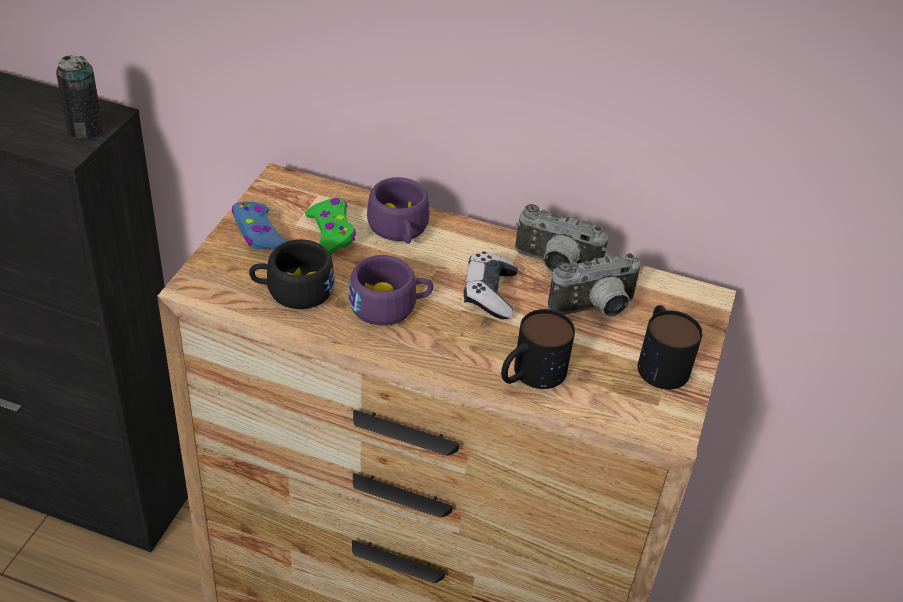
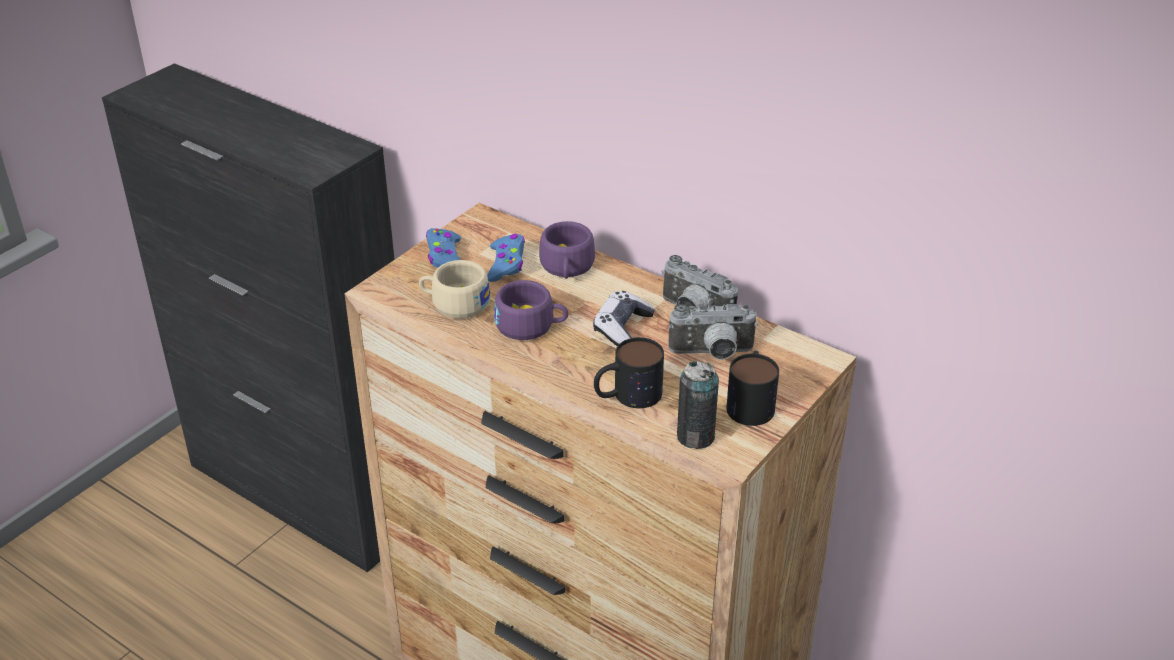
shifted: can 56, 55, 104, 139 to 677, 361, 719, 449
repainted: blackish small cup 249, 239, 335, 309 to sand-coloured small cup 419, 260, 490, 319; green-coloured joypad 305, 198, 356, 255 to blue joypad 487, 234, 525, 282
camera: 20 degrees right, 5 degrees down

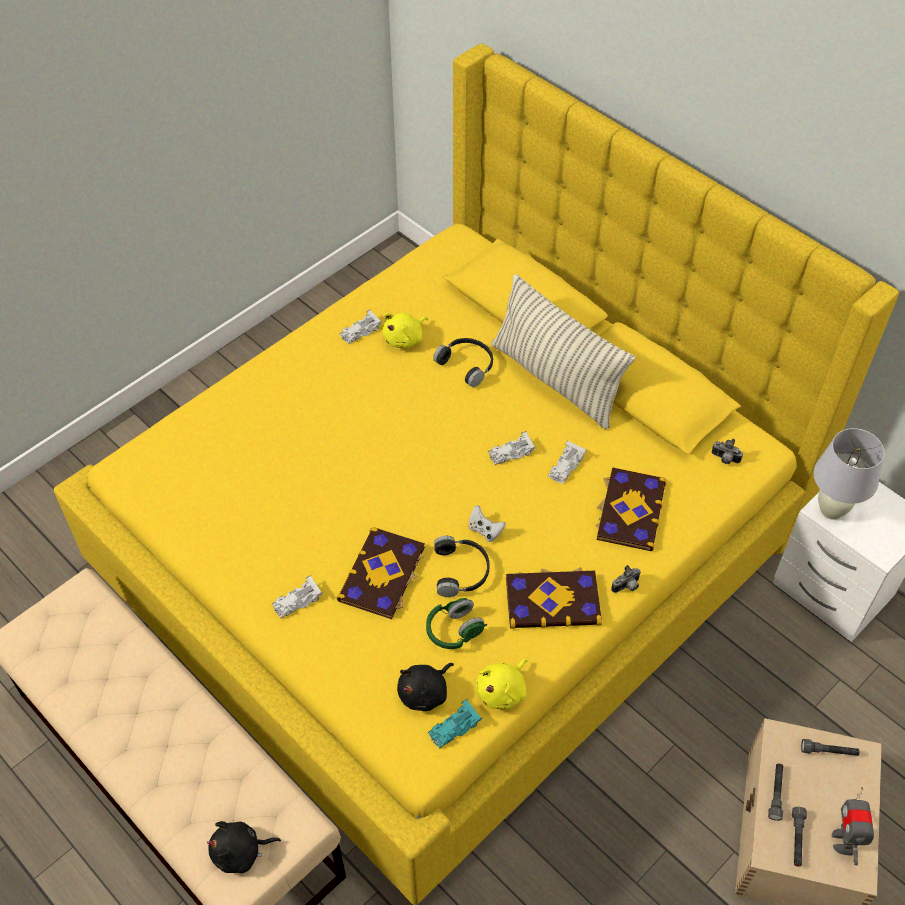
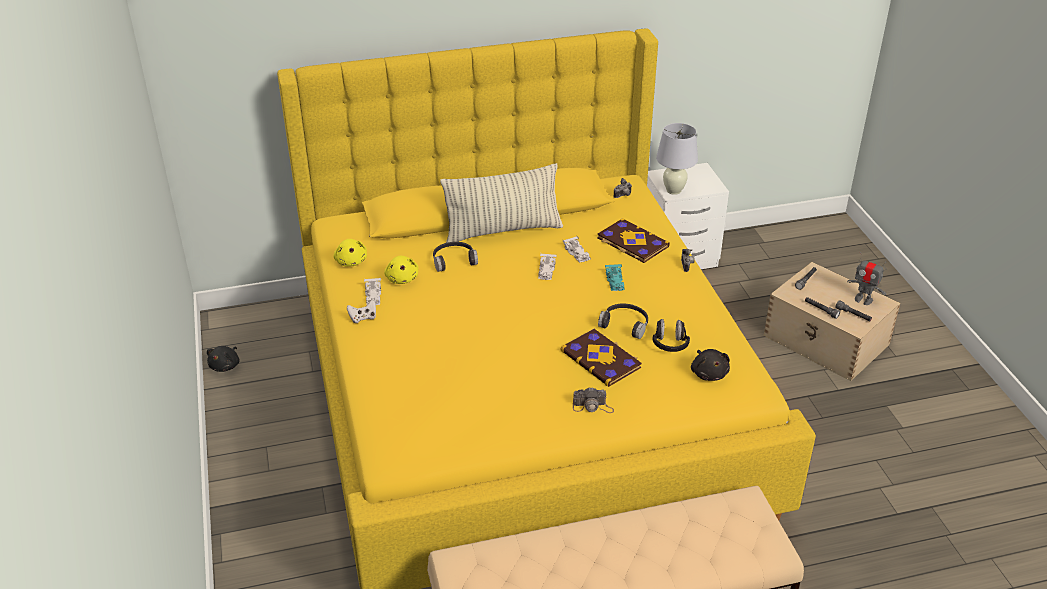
gone: bound book 506, 568, 602, 629
shifted: blackish plush toy 207, 821, 281, 873 to 207, 346, 240, 372; turquoise-coloured toy car 428, 699, 482, 749 to 605, 264, 625, 291; white joypad 468, 505, 506, 542 to 347, 299, 376, 323; yellowish plush toy 476, 659, 528, 709 to 333, 239, 367, 266
swapped: white toy car 272, 575, 322, 618 to still camera 573, 388, 614, 413
repainted: green-coloured headphones 426, 598, 487, 649 to blackish headphones 652, 319, 690, 352
camera: 60 degrees left, 15 degrees down

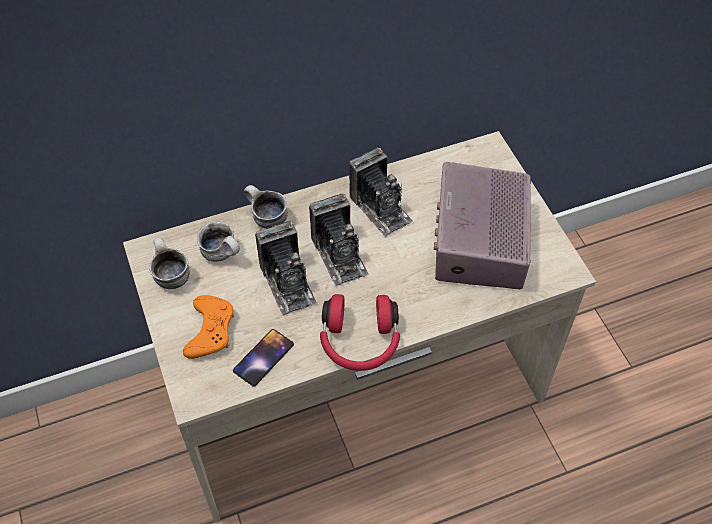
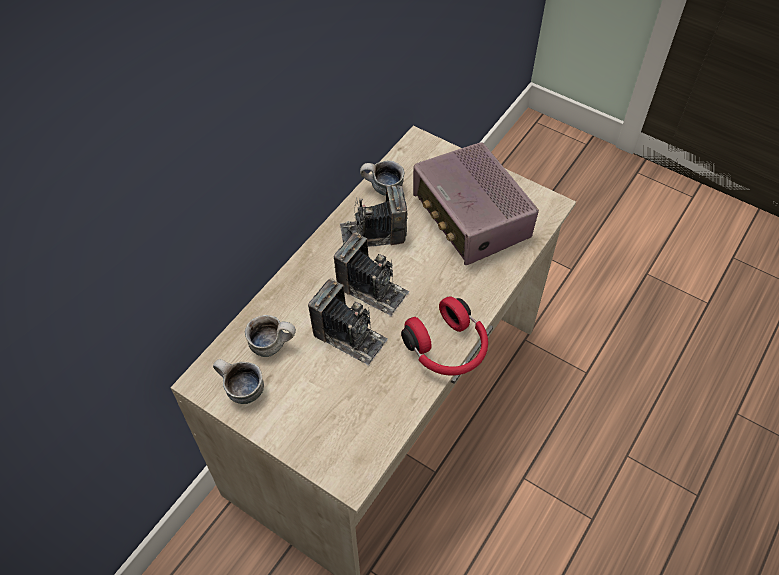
gone: orange joypad 183, 295, 234, 359; handset 233, 329, 294, 387
shifted: tea mug 244, 185, 288, 229 to 360, 161, 404, 196
rotated: still camera 349, 148, 413, 237 = 340, 185, 408, 247 150 degrees clockwise
camera: 35 degrees left, 0 degrees up

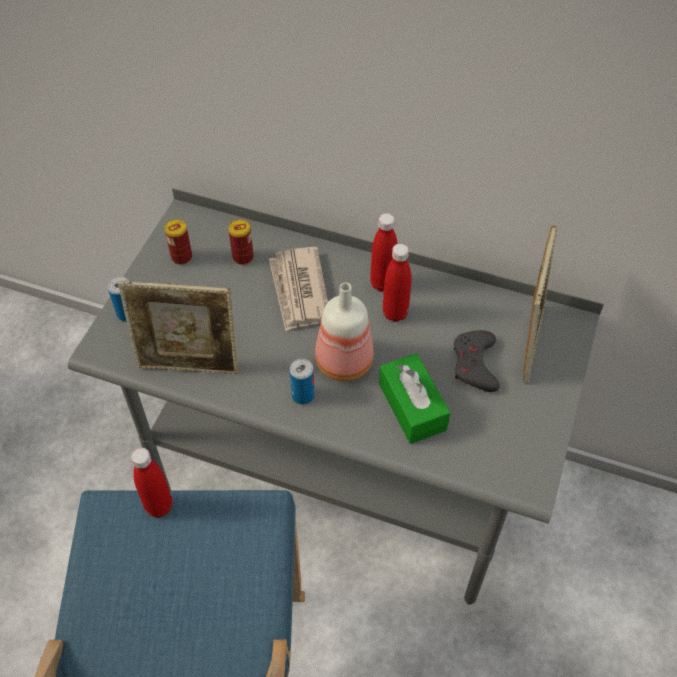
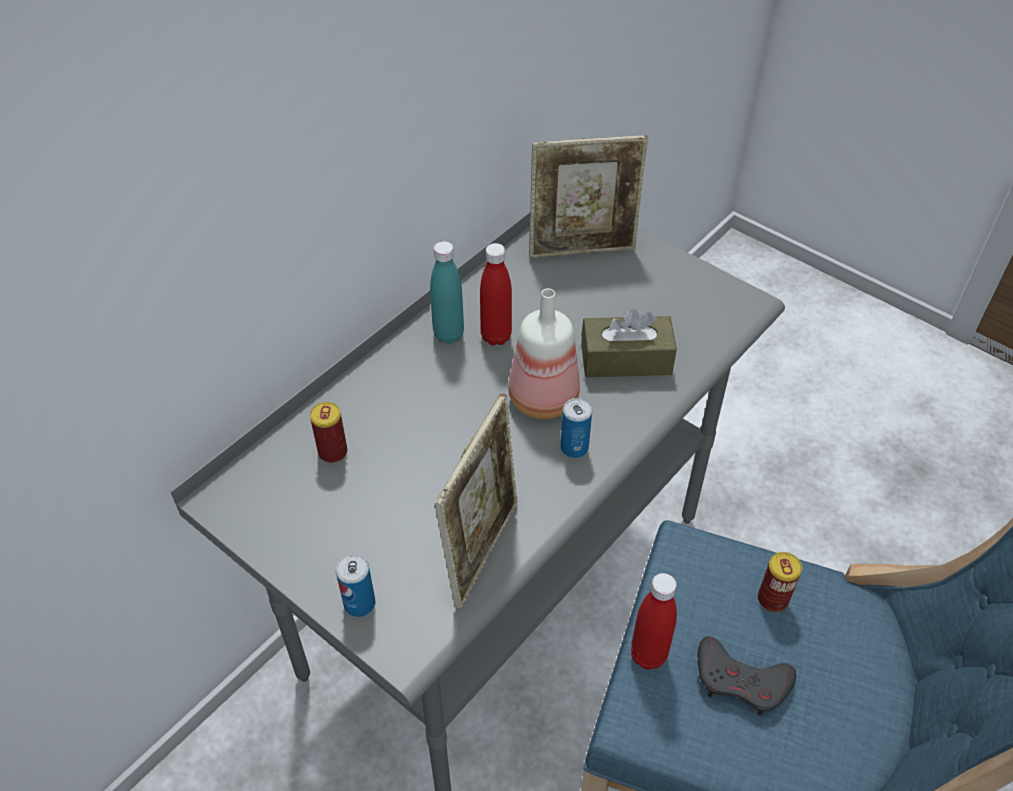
gone: newspaper 269, 247, 328, 331
shifted: can 164, 219, 192, 265 to 758, 552, 802, 612; greyish joypad 454, 330, 500, 392 to 698, 636, 796, 716
repainted: red-coloured bottle 370, 213, 398, 292 to turquoise-coloured bottle 430, 241, 464, 344; green-coloured tissue box 379, 353, 450, 444 to brown-coloured tissue box 581, 309, 677, 377
rotated: photo frame 523, 226, 557, 384 = 529, 135, 649, 258 135 degrees clockwise
camera: 70 degrees left, 5 degrees down

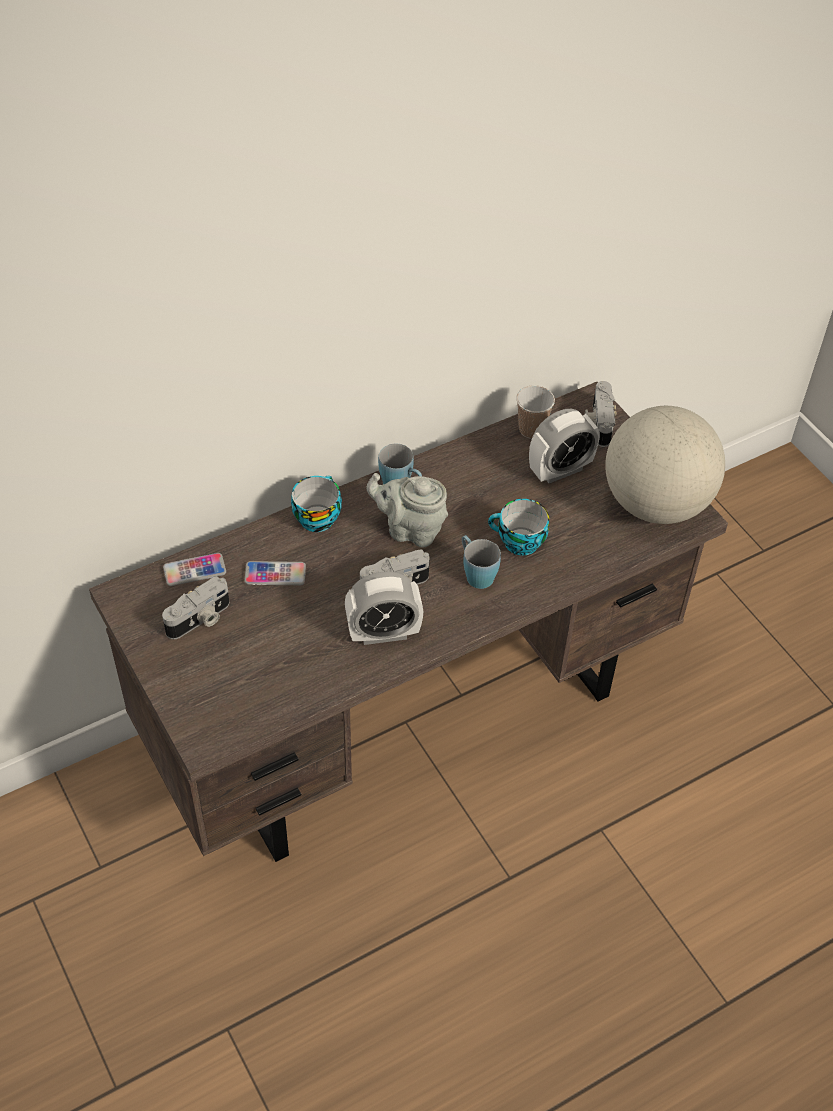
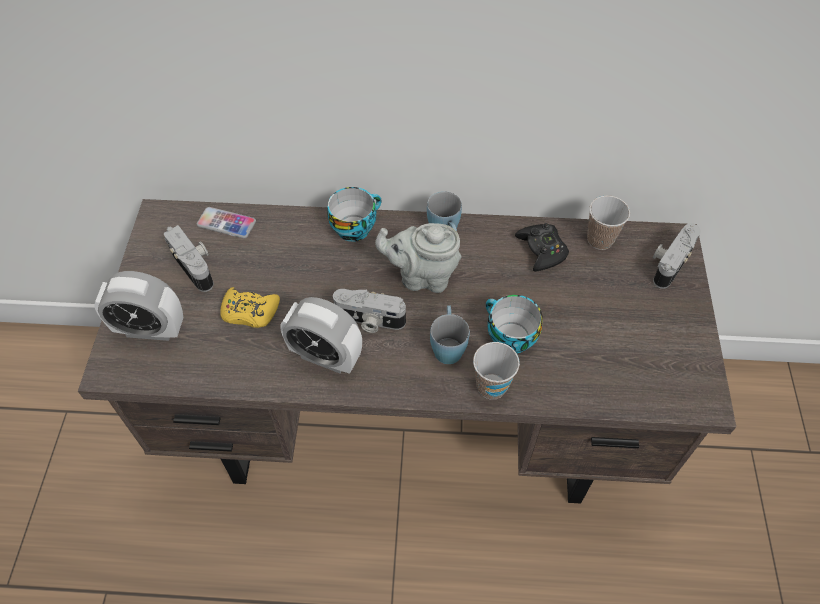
gone: handset 244, 561, 306, 585; desk globe 605, 406, 725, 524
new: yellowish joypad 220, 287, 280, 328; small cup 473, 342, 520, 400; blackish joypad 515, 223, 569, 272
shifted: alarm clock 529, 409, 600, 483 to 94, 271, 183, 341
rotated: still camera 162, 576, 229, 639 = 164, 225, 214, 292 120 degrees counterclockwise; greyish tea pot 366, 473, 448, 548 = 375, 223, 461, 293 45 degrees counterclockwise
camera: 35 degrees right, 5 degrees up

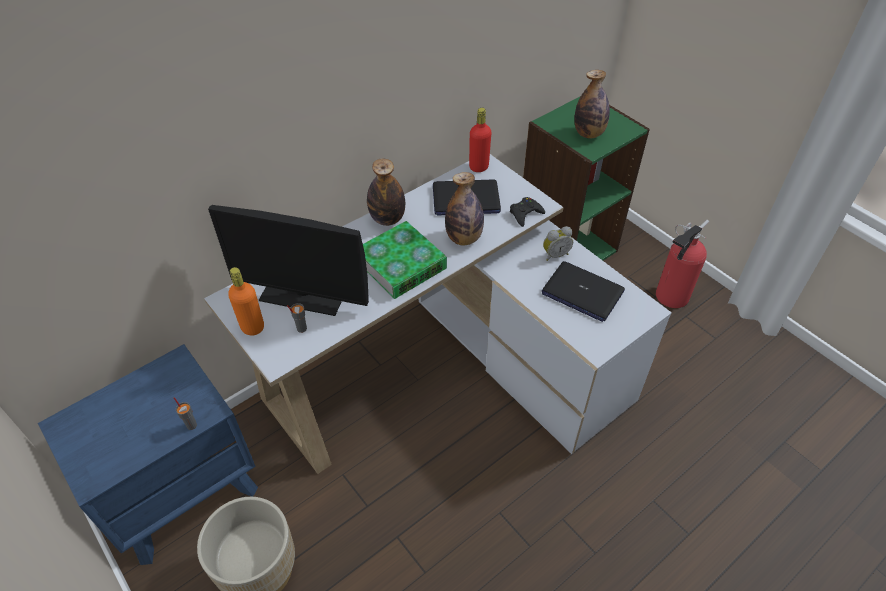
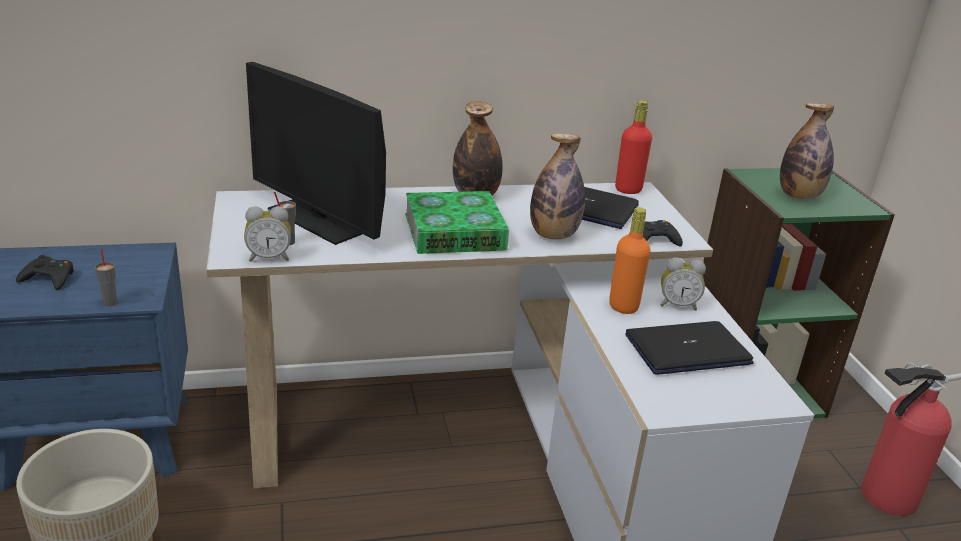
new: blackish joypad 16, 255, 74, 290; alarm clock 244, 206, 291, 262
shifted: orange bottle 228, 267, 264, 336 to 609, 207, 651, 314
rotated: portable computer 542, 261, 625, 322 = 625, 321, 754, 375 105 degrees clockwise
camera: 25 degrees right, 20 degrees down

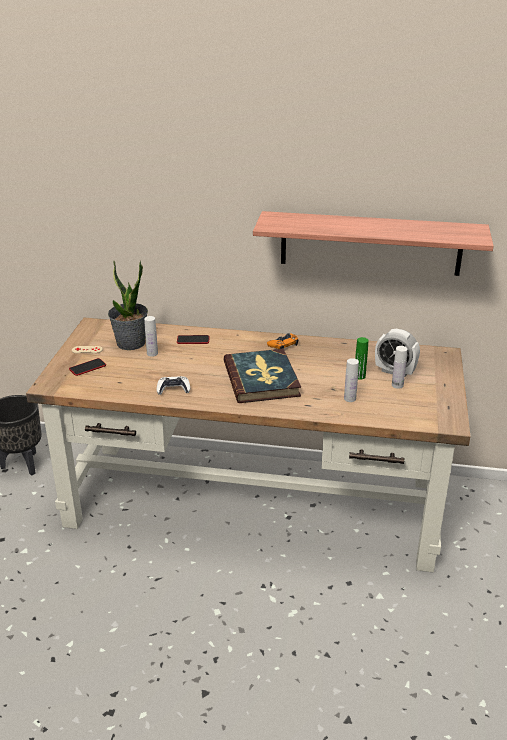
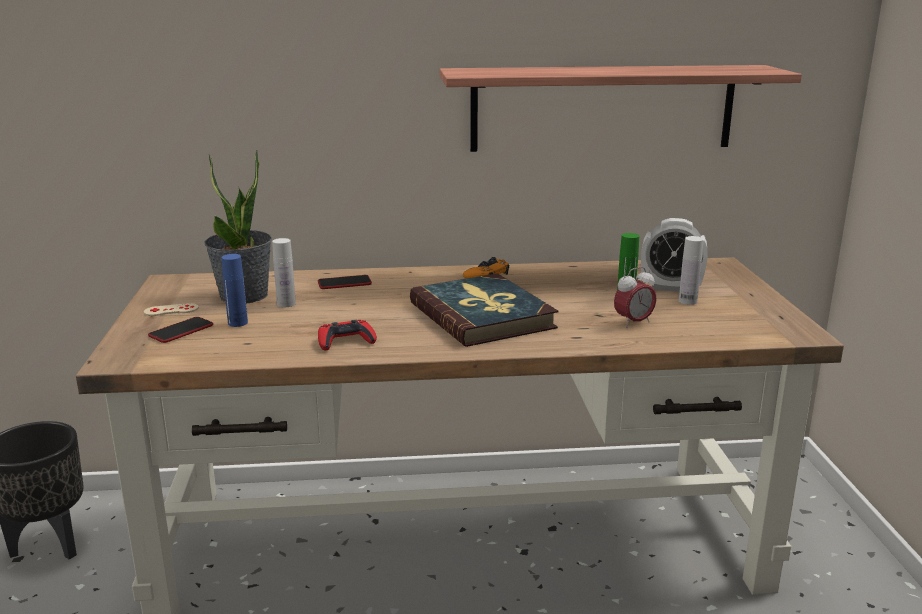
new: blue bottle 221, 254, 248, 327
swapped: white bottle 344, 358, 359, 402 to alarm clock 614, 267, 657, 328
repainted: white joypad 157, 376, 190, 395 to red-coloured joypad 318, 320, 377, 351
camera: 15 degrees left, 10 degrees down

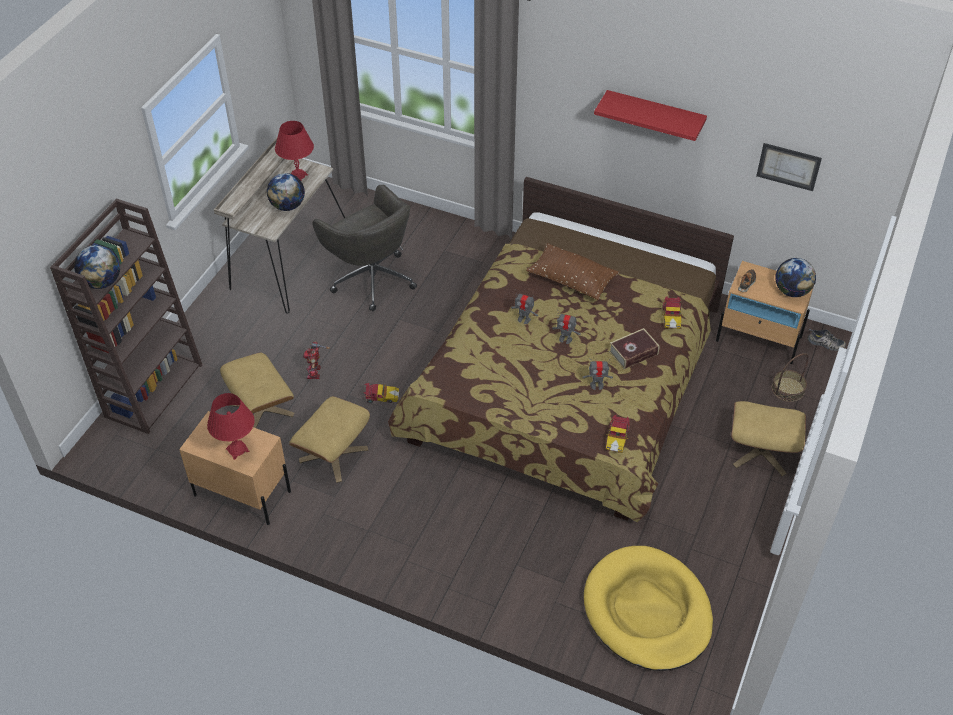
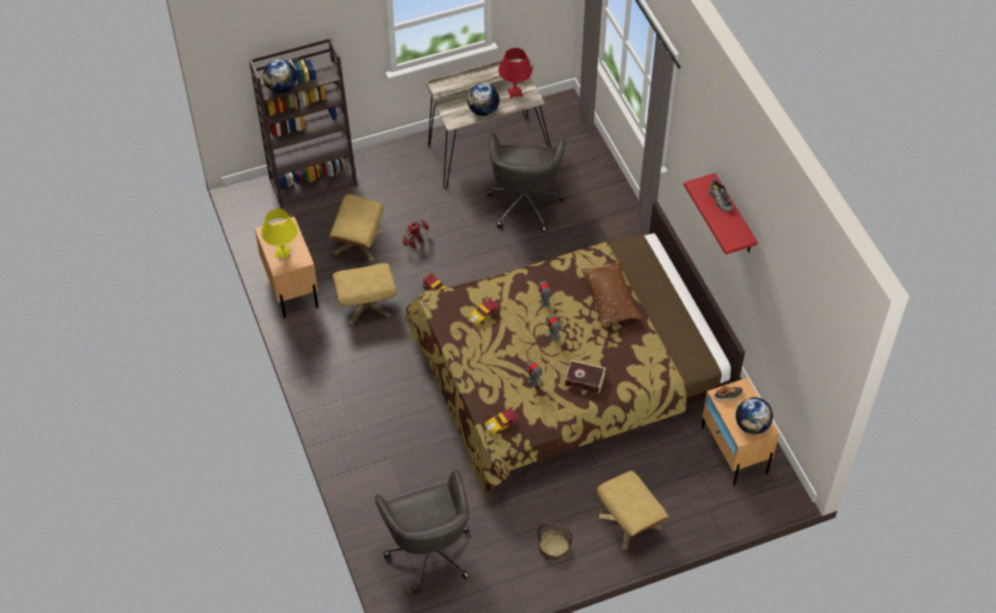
gone: picture 756, 143, 822, 191
shifted: toy car 662, 296, 683, 329 to 468, 297, 499, 326; basket 772, 353, 808, 402 to 538, 523, 572, 562; item of footwear 808, 329, 846, 351 to 709, 178, 733, 212
swapped: yellowish pet bed 584, 546, 713, 671 to greyish office chair 374, 470, 470, 594
repainted: red-coloured lamp for a table 207, 393, 255, 460 to yellowish lamp for a table 261, 209, 297, 259
camera: 45 degrees right, 5 degrees up

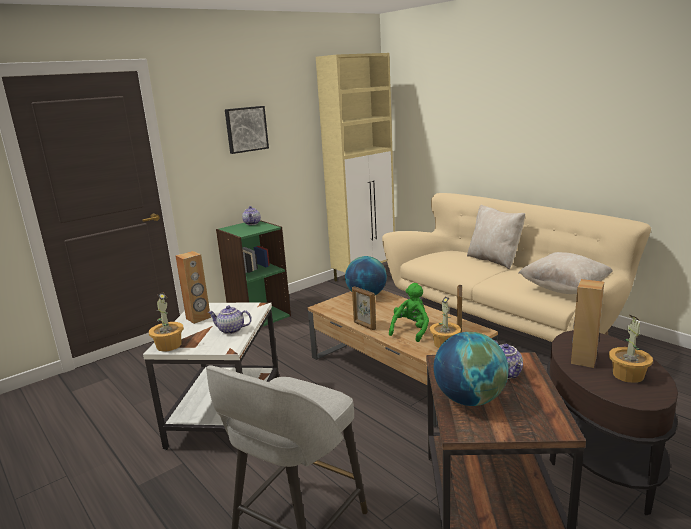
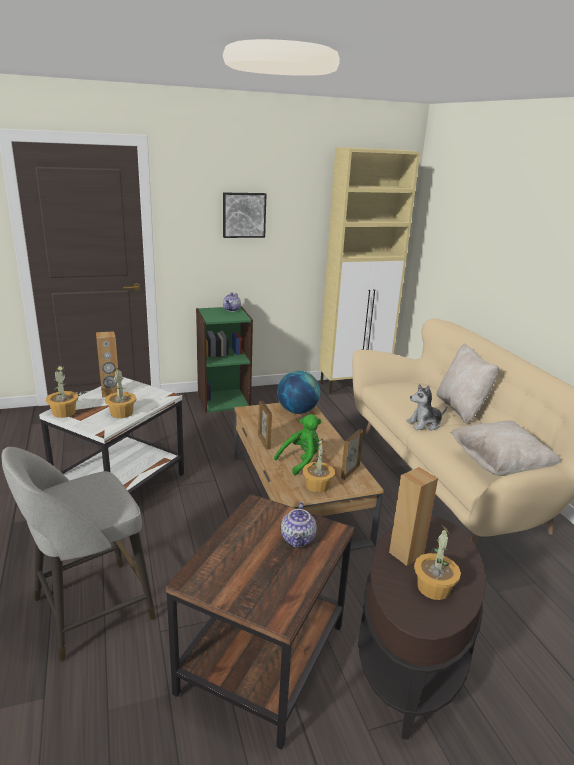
gone: desk globe 434, 332, 509, 406
new: plush toy 407, 384, 447, 431
swapped: tea pot 208, 305, 252, 334 to plant in a pot 105, 367, 136, 418
camera: 20 degrees right, 5 degrees up

